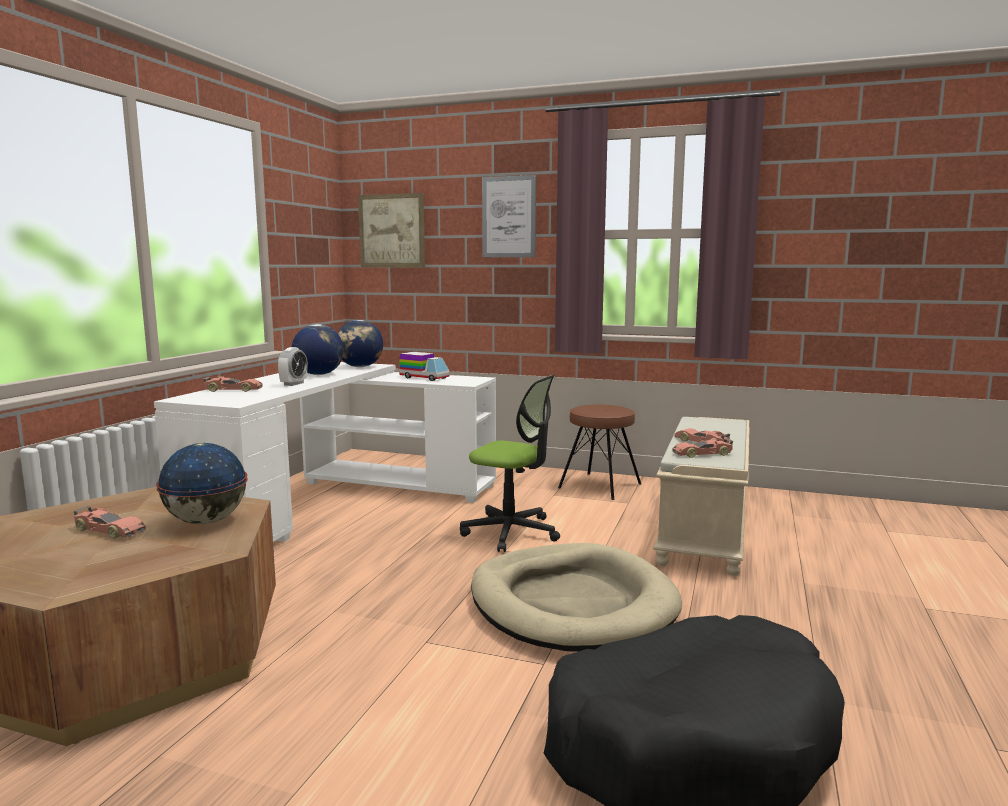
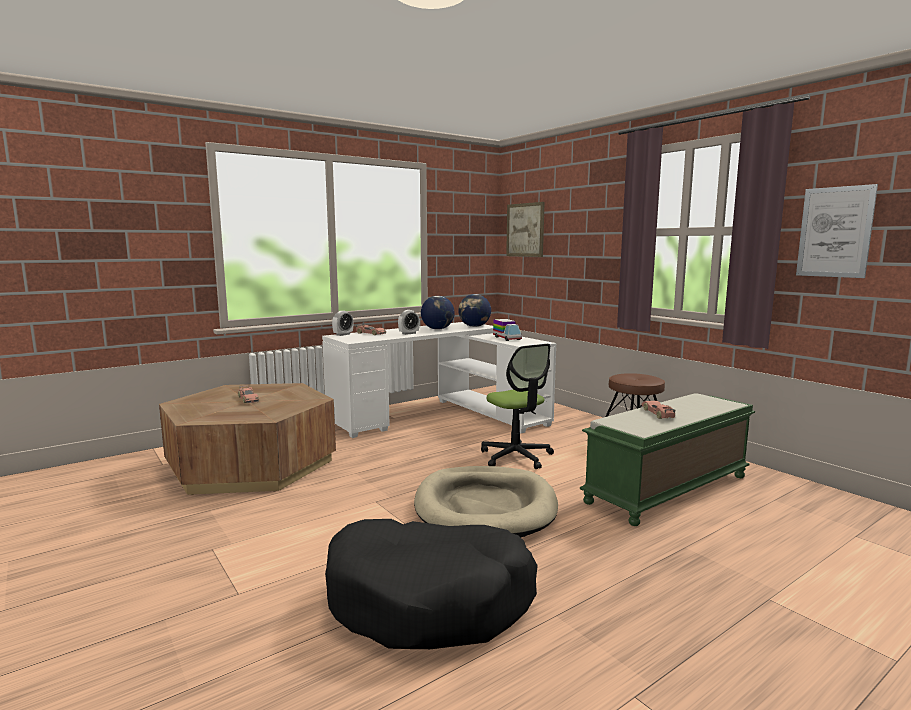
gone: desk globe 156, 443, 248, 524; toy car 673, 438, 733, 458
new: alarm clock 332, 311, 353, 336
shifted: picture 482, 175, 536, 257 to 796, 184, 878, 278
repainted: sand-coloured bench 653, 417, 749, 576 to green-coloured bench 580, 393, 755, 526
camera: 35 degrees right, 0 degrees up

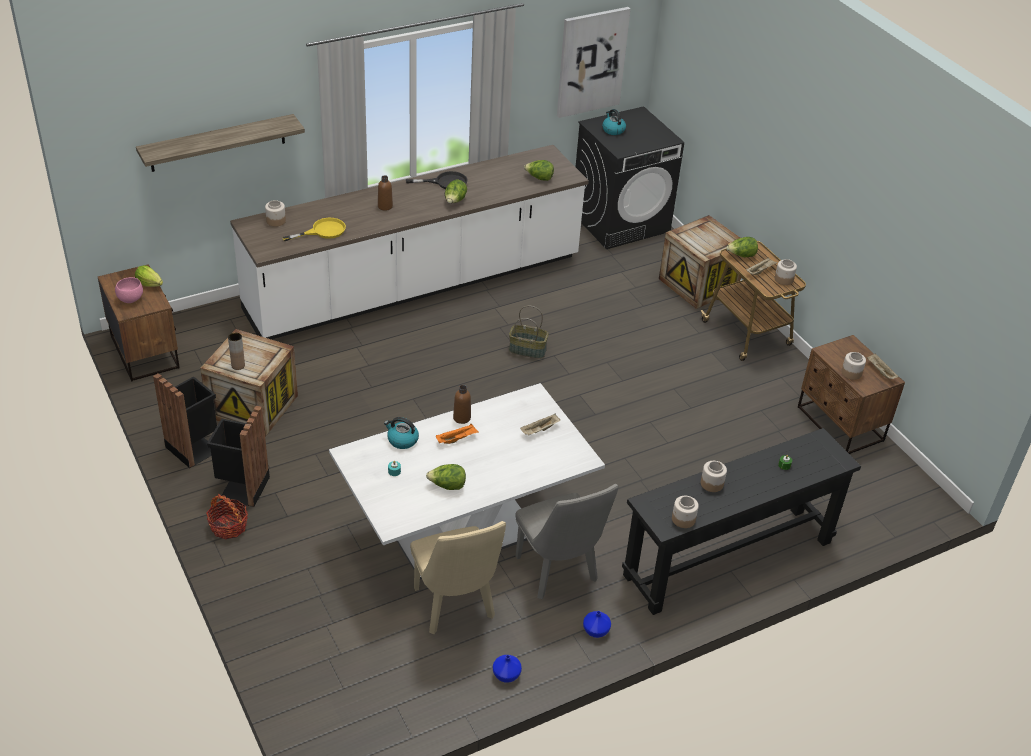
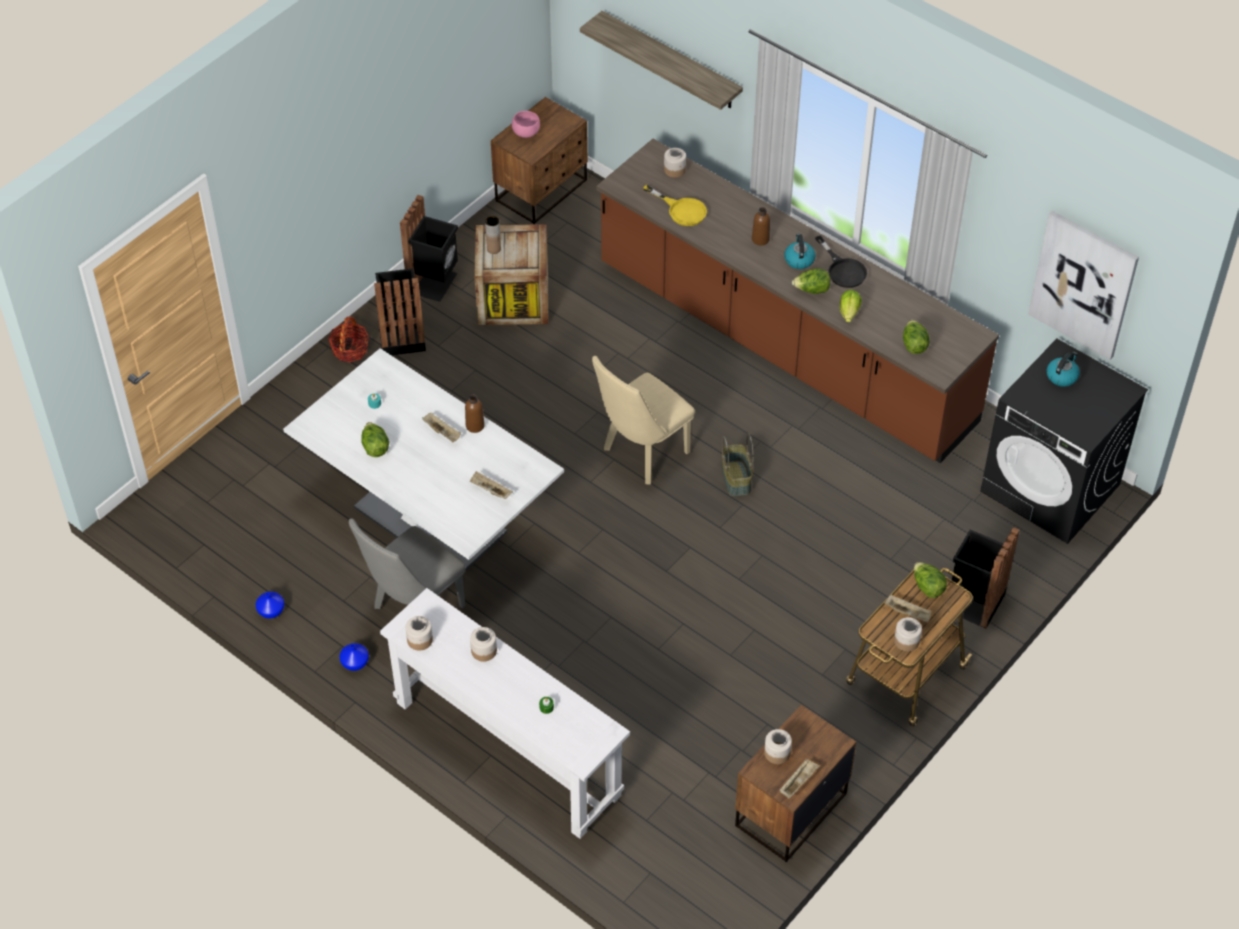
shifted: lettuce head 135, 265, 163, 287 to 839, 290, 862, 322; tea kettle 384, 417, 419, 449 to 784, 234, 815, 269; sand-coloured upright chair 410, 521, 506, 634 to 592, 356, 695, 485
swapped: packing crate 659, 215, 741, 309 to blackish waste bin 952, 527, 1020, 628
repainted: white kitchen counter 230, 145, 589, 339 to brown-coloured kitchen counter 596, 139, 999, 463; orange tray 436, 424, 479, 444 to sand-coloured tray 422, 413, 461, 442; blackish hall table 622, 428, 861, 615 to white hall table 380, 588, 630, 839
camera: 70 degrees right, 10 degrees up

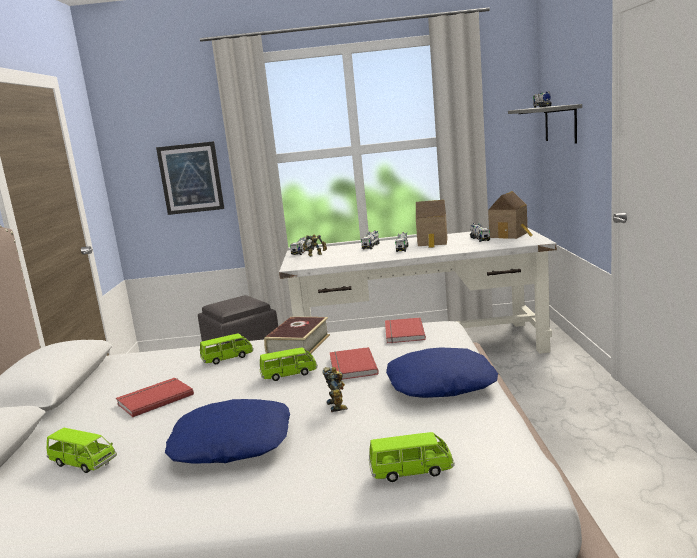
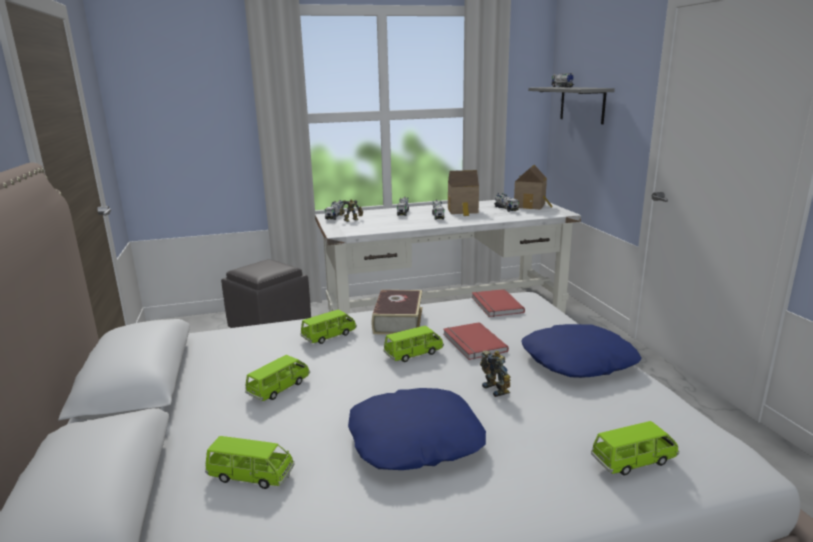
gone: picture 156, 141, 224, 215
swapped: red-coloured bound book 116, 378, 194, 417 to green-coloured toy car 245, 355, 310, 401
camera: 15 degrees left, 5 degrees up

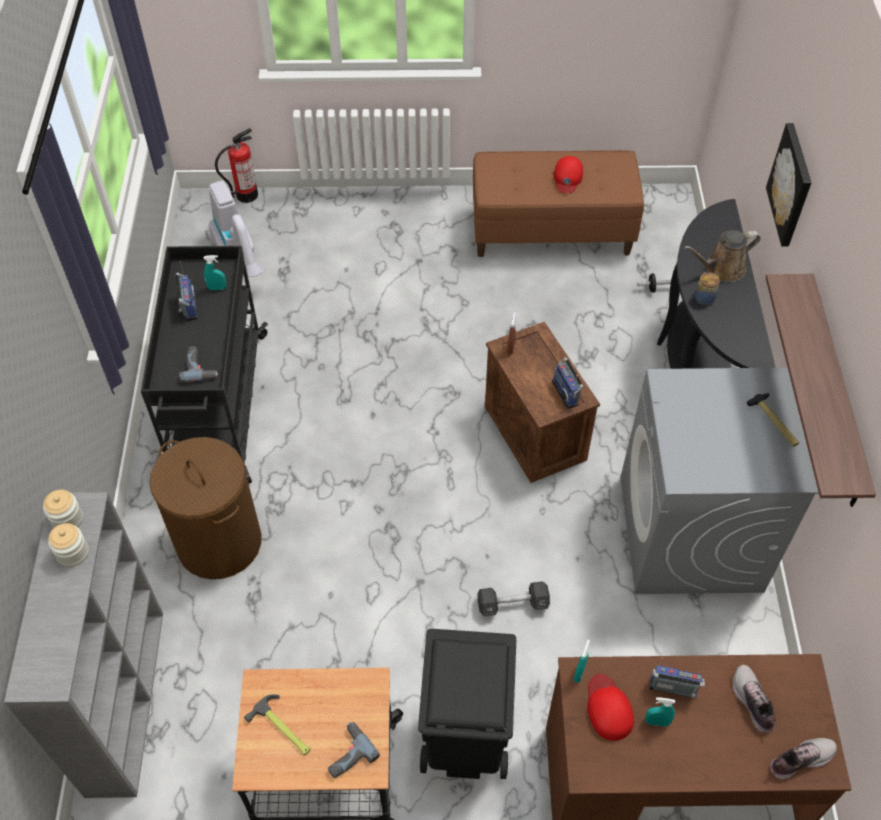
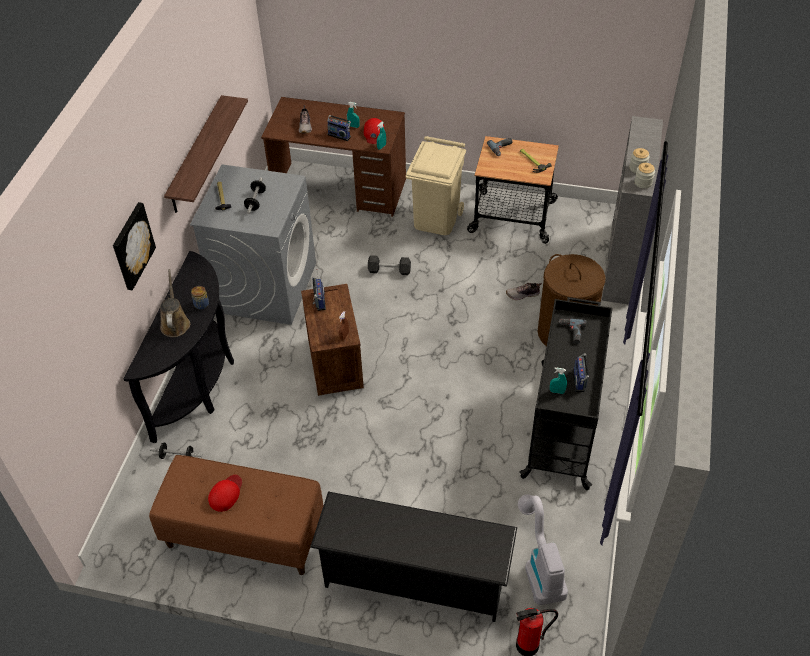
new: dumbbell 244, 177, 266, 214; blackish shoe rack 310, 492, 517, 622
shifted: item of footwear 770, 738, 837, 779 to 506, 283, 542, 300
repainted: blackish waste bin 418, 629, 516, 779 to sand-coloured waste bin 406, 136, 466, 235
rotated: brown-coloured watering can 684, 230, 761, 282 = 160, 269, 190, 337 90 degrees counterclockwise
camera: 165 degrees left, 5 degrees down

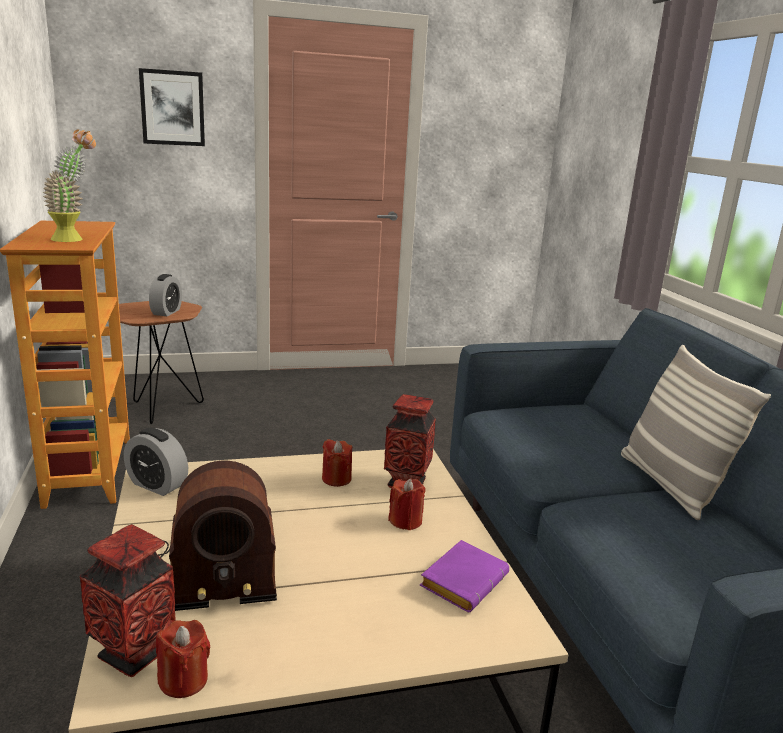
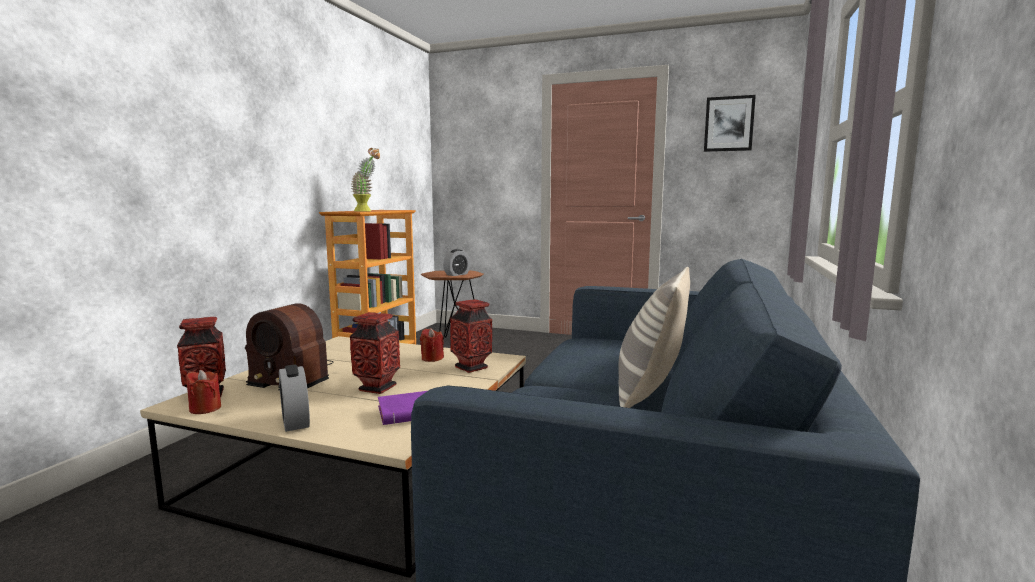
gone: red-coloured candle 388, 479, 425, 530
new: decorative vase 350, 312, 400, 394
shifted: alarm clock 124, 428, 188, 496 to 279, 364, 310, 432; picture 139, 68, 205, 146 to 704, 95, 756, 152
camera: 35 degrees right, 10 degrees down

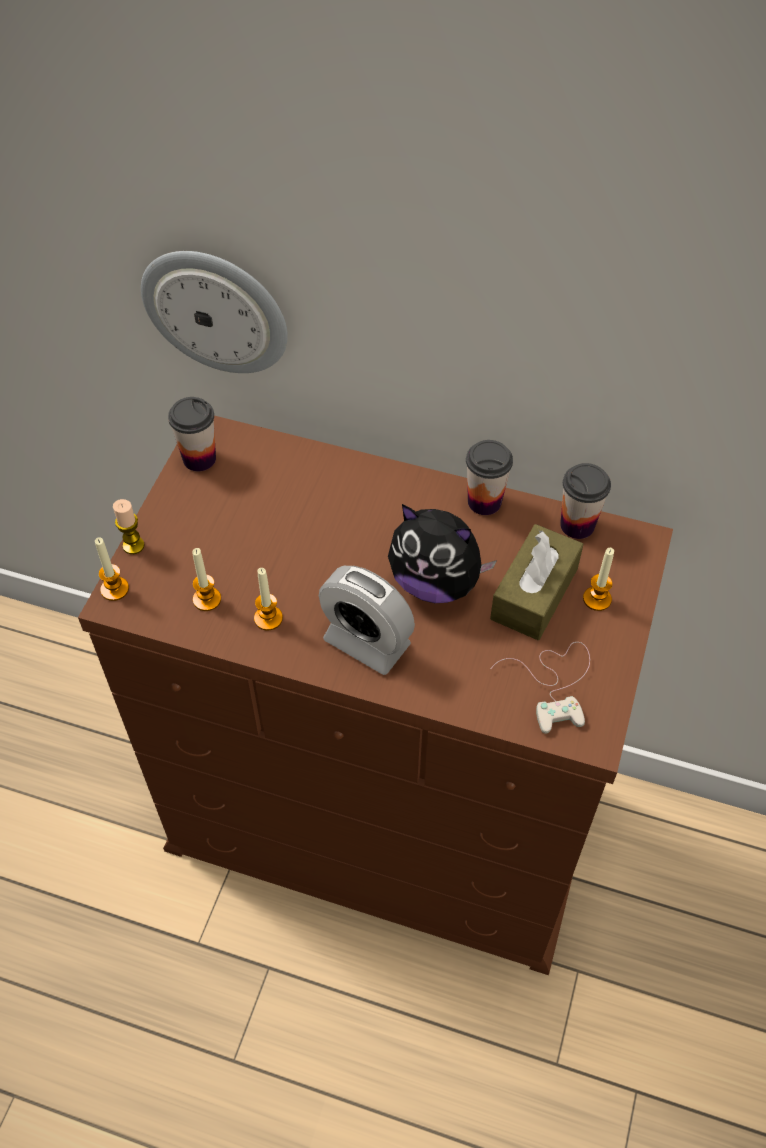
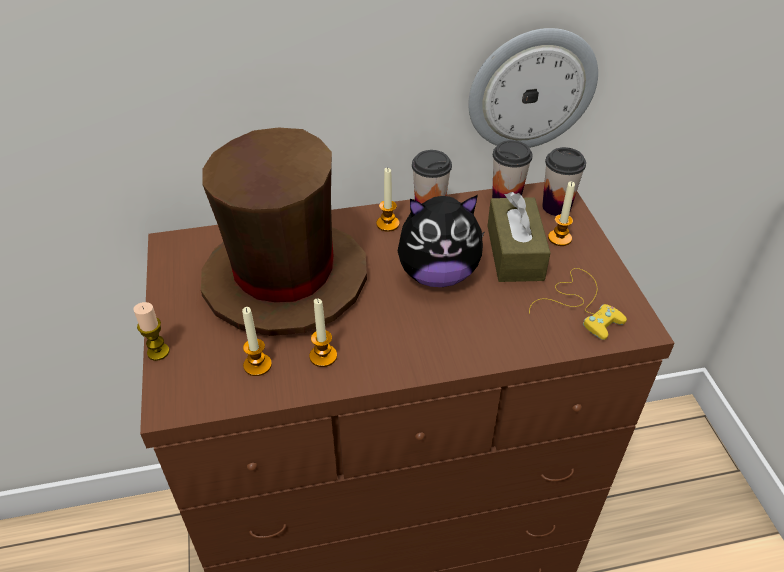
gone: alarm clock 319, 566, 415, 675
new: brown-coloured clothing hat 201, 128, 367, 336
shifted: candle 95, 537, 129, 601 to 376, 168, 399, 232; wall clock 141, 251, 288, 373 to 468, 28, 598, 148; small cup 168, 397, 216, 471 to 542, 147, 586, 216
repainted: white joypad 491, 642, 590, 734 to yellowish joypad 529, 268, 627, 340
camera: 30 degrees left, 10 degrees down

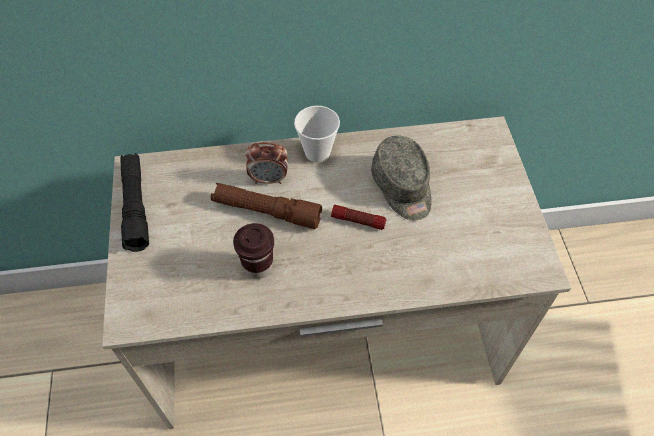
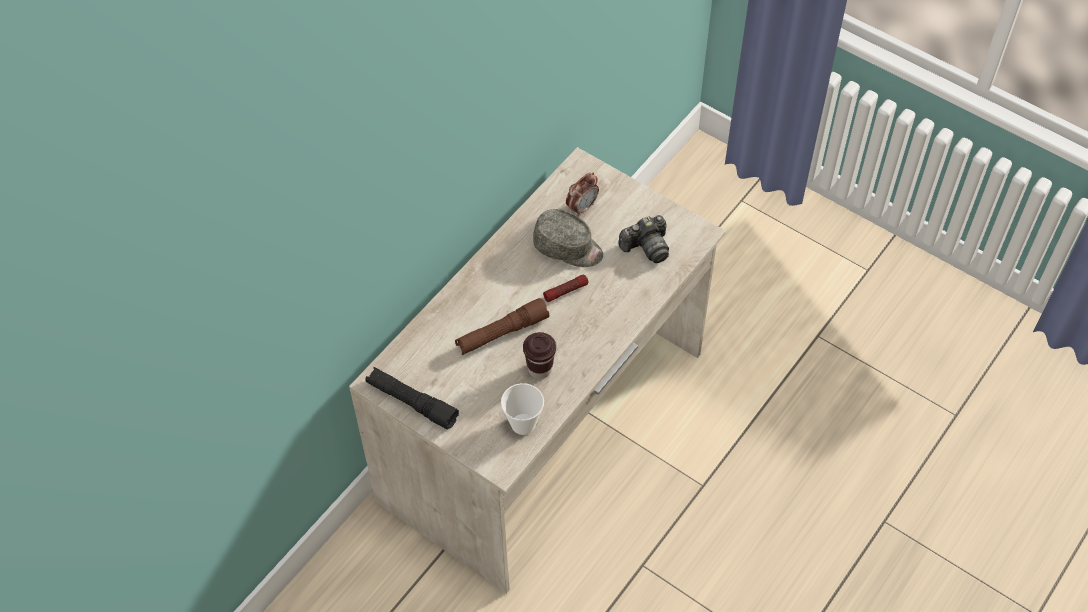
new: still camera 619, 215, 669, 263
shifted: alarm clock 245, 142, 288, 184 to 566, 172, 599, 216; small cup 294, 106, 340, 162 to 501, 383, 544, 435
camera: 45 degrees left, 0 degrees up

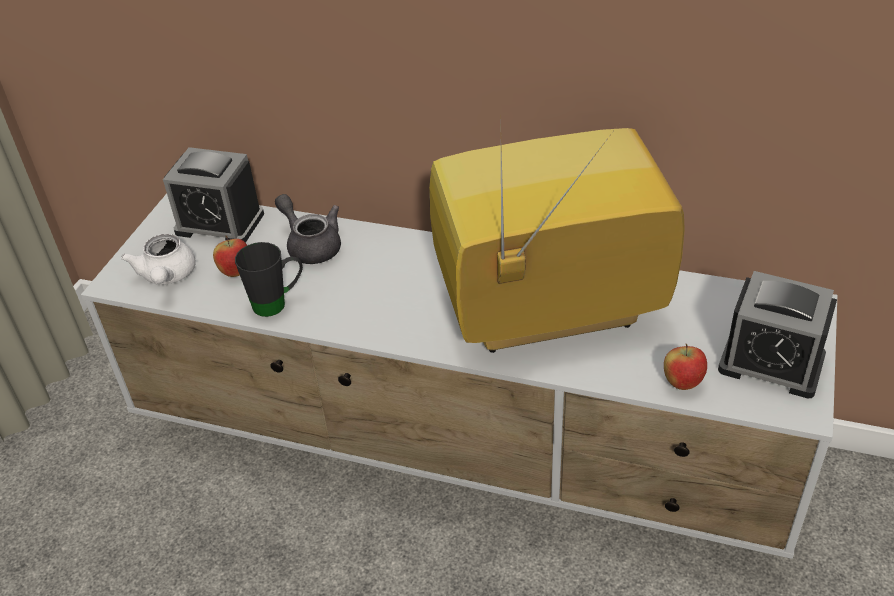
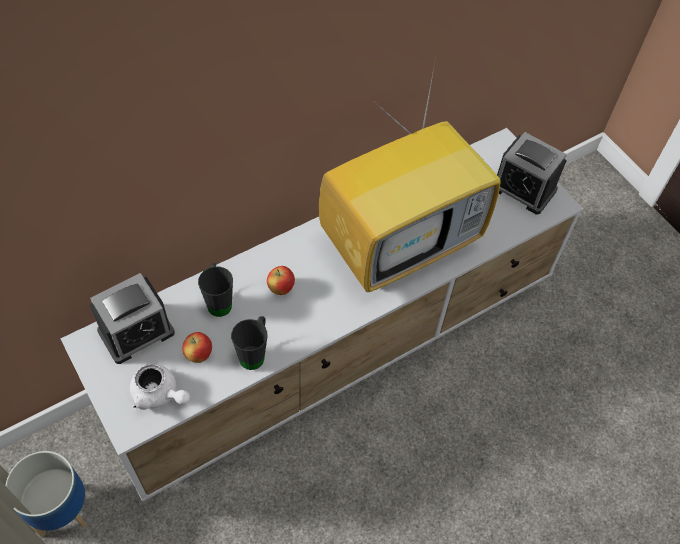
new: flower pot 5, 451, 87, 538
shifted: whole apple 664, 344, 707, 390 to 267, 266, 295, 295
swapped: greyish tea pot 275, 194, 341, 264 to blackish tea mug 198, 263, 233, 317
rotated: TV set 429, 124, 685, 353 = 319, 58, 501, 292 150 degrees counterclockwise; alarm clock 718, 271, 837, 398 = 497, 132, 567, 215 60 degrees clockwise
camera: 55 degrees left, 15 degrees up

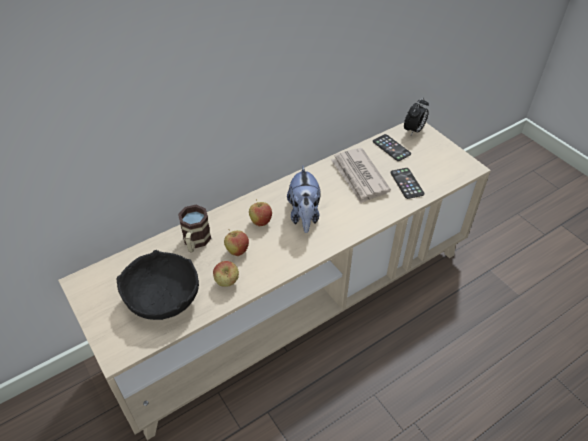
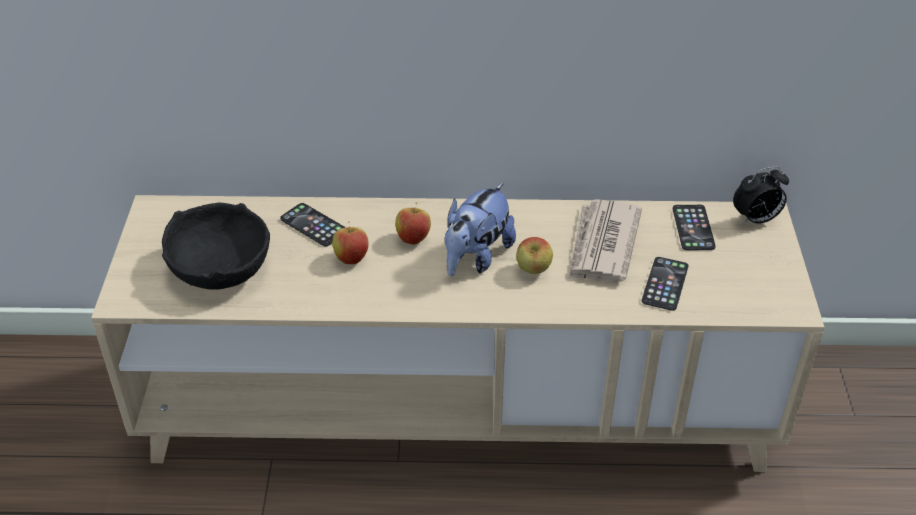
shifted: whole apple 213, 261, 239, 287 to 516, 237, 553, 274
swapped: tea mug 178, 205, 211, 253 to handset 280, 203, 345, 247
camera: 35 degrees right, 5 degrees down

